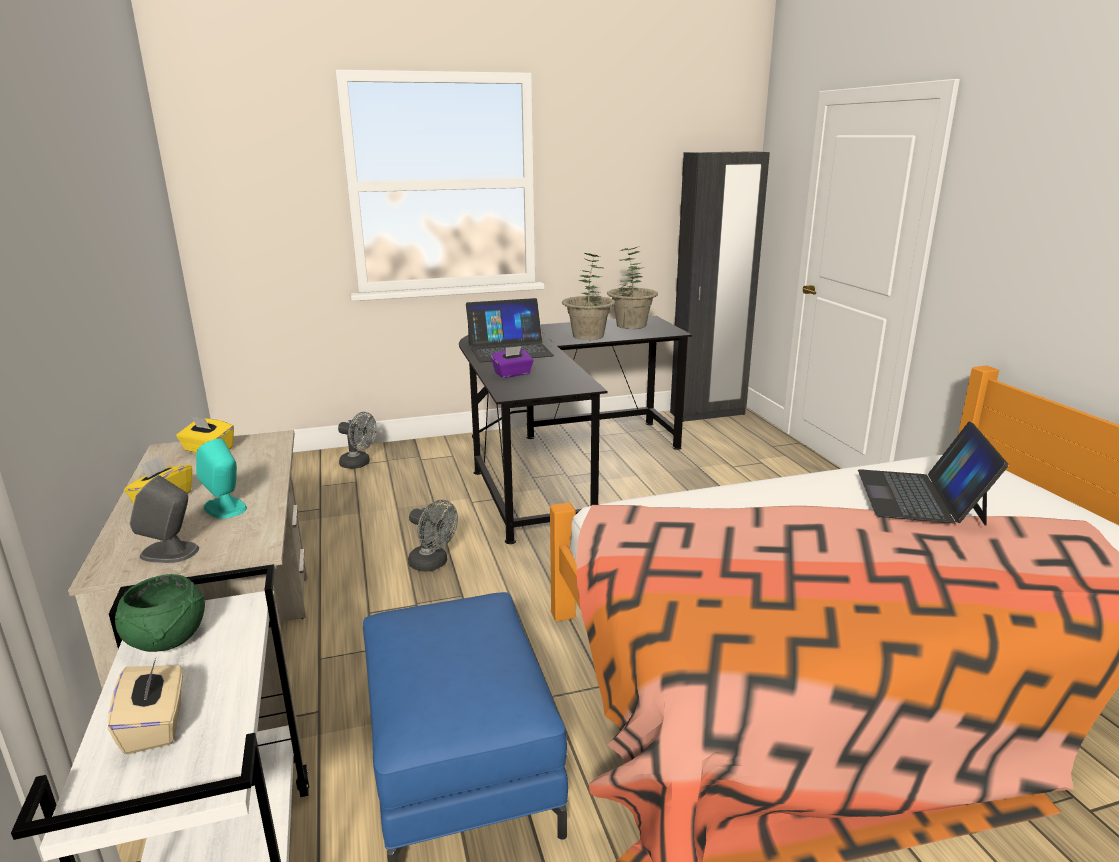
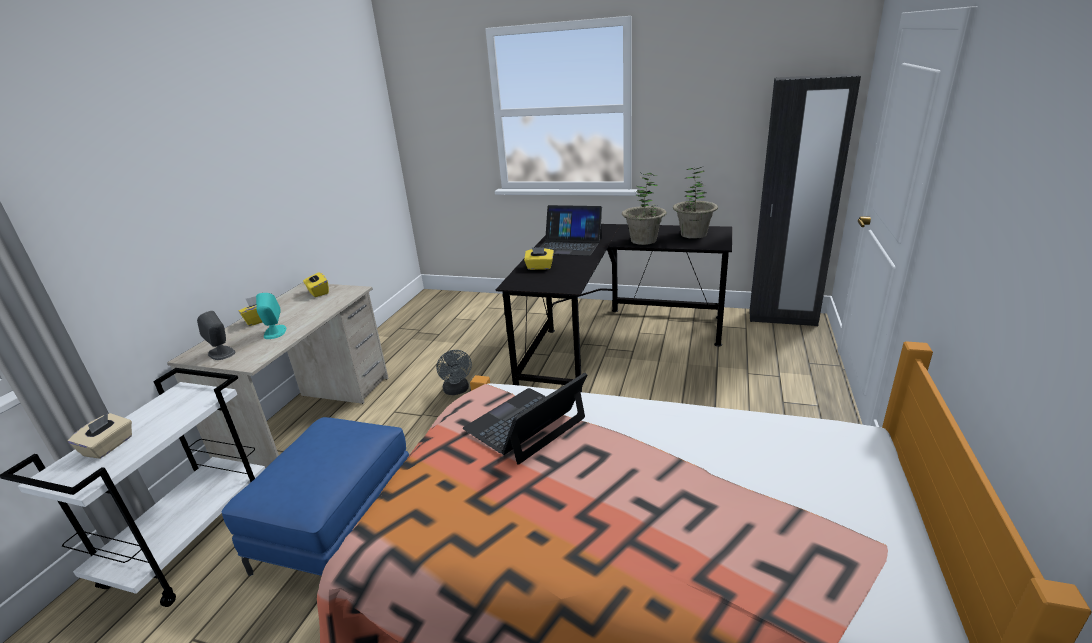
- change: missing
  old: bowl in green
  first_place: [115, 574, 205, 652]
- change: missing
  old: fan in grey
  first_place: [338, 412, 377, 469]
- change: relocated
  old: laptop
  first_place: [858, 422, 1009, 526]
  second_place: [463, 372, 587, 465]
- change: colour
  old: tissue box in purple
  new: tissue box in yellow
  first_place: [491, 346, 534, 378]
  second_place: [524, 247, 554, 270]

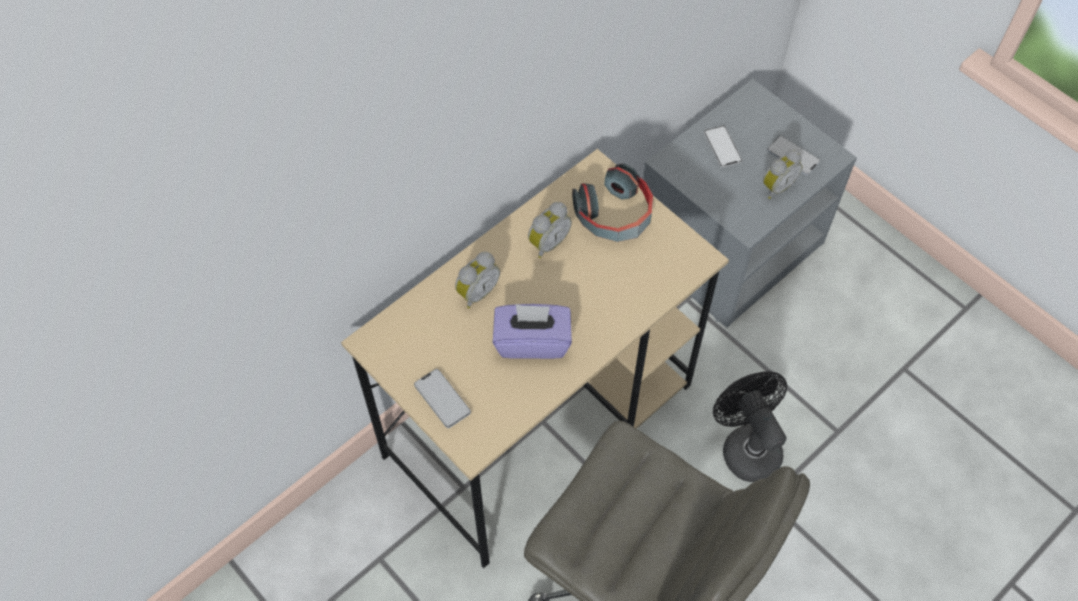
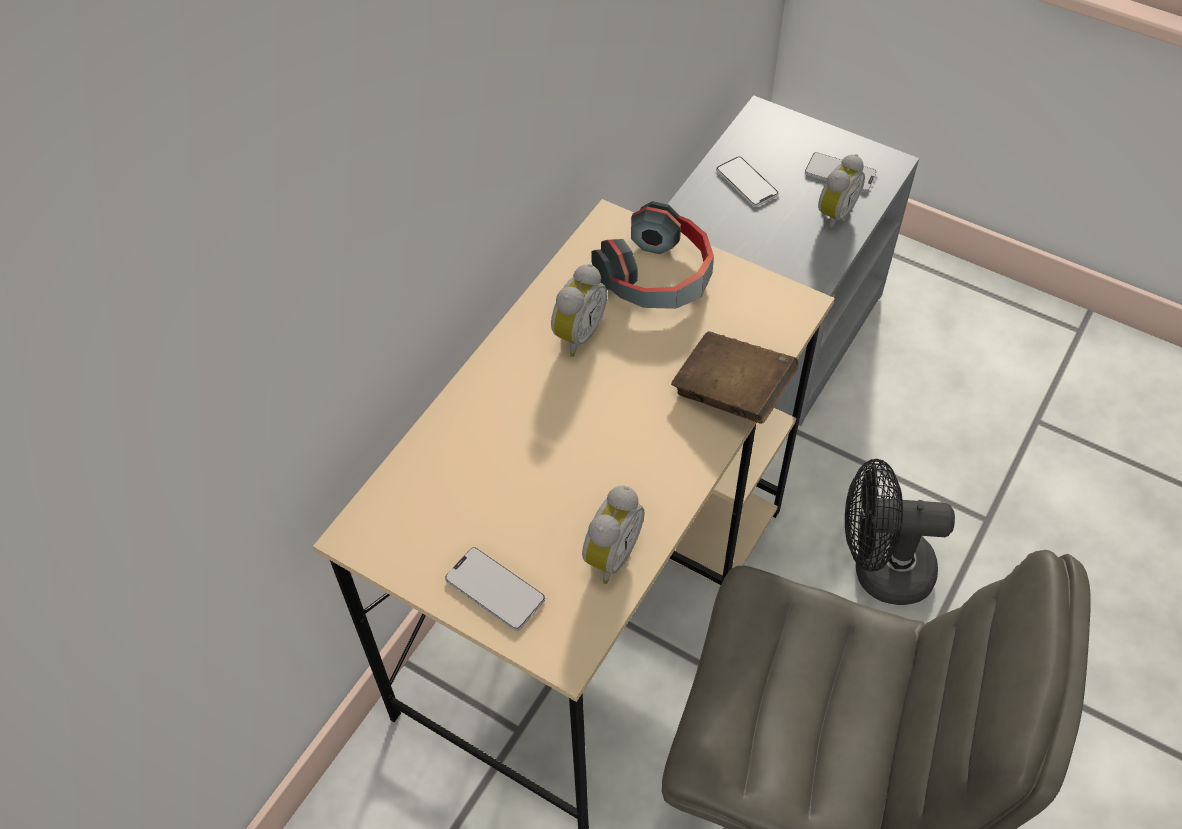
- change: missing
  old: tissue box in purple
  first_place: [493, 304, 572, 359]
- change: appeared
  new: book in brown
  second_place: [671, 331, 799, 424]
- change: relocated
  old: alarm clock
  first_place: [455, 252, 500, 308]
  second_place: [582, 485, 645, 584]
- change: spun
  old: fan in black
  first_place: [713, 371, 787, 482]
  second_place: [845, 459, 955, 605]
  degrees: -45

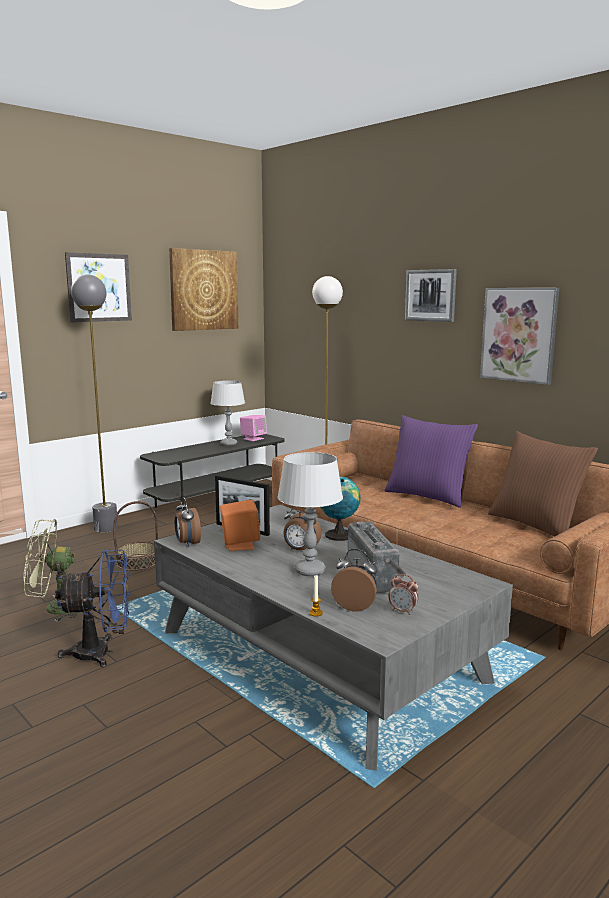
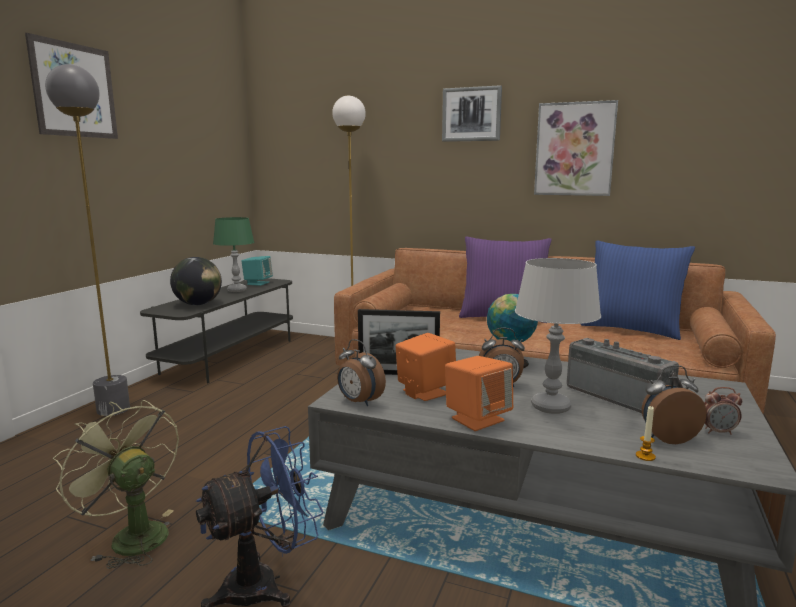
- change: missing
  old: basket
  first_place: [113, 501, 158, 571]
- change: missing
  old: picture
  first_place: [169, 248, 238, 331]
- change: appeared
  new: globe
  second_place: [170, 257, 222, 305]
- change: appeared
  new: speaker in orange
  second_place: [445, 356, 513, 431]
- change: colour
  old: table lamp in grey
  new: table lamp in green
  first_place: [210, 380, 245, 446]
  second_place: [213, 217, 254, 292]
- change: colour
  old: speaker in pink
  new: speaker in turquoise
  first_place: [240, 415, 267, 441]
  second_place: [241, 256, 273, 286]
- change: colour
  old: pillow in brown
  new: pillow in blue
  first_place: [488, 431, 598, 537]
  second_place: [580, 241, 695, 340]
- change: spun
  old: fan in green
  first_place: [24, 519, 81, 621]
  second_place: [53, 400, 179, 569]
  degrees: 75

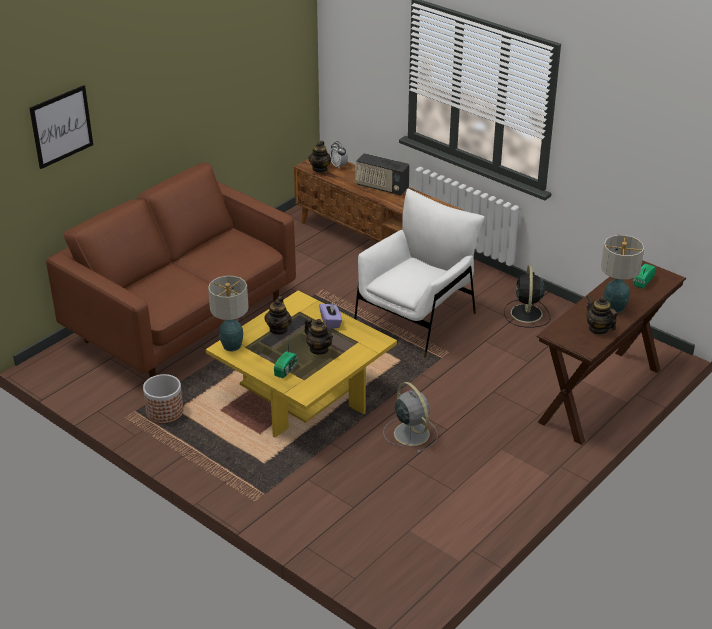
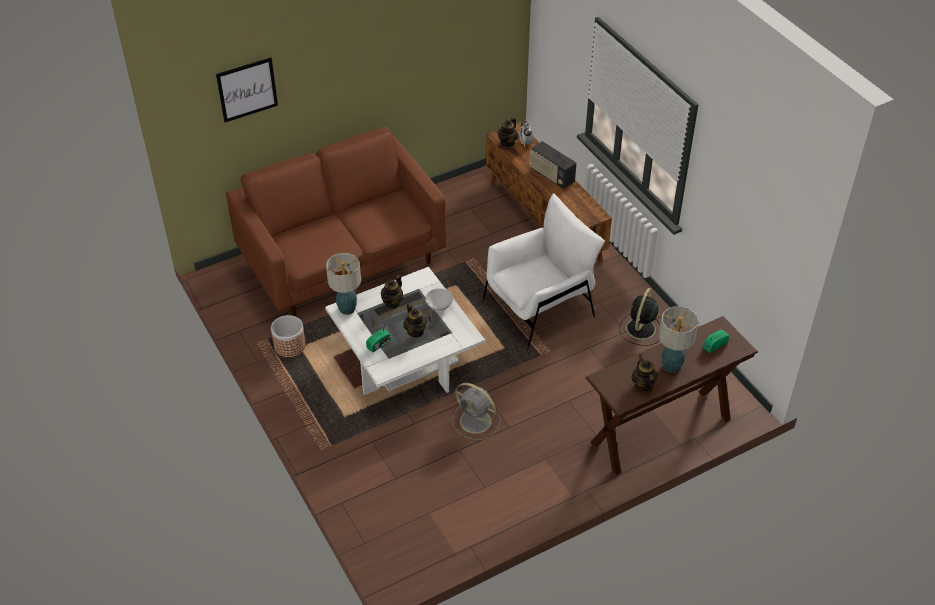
- change: exchanged
  old: tissue box in purple
  new: bowl in white
  first_place: [319, 301, 342, 329]
  second_place: [425, 288, 453, 311]
- change: colour
  old: coffee table in yellow
  new: coffee table in white
  first_place: [206, 291, 397, 438]
  second_place: [325, 267, 485, 395]
- change: spun
  old: fan in grey
  first_place: [383, 382, 438, 453]
  second_place: [452, 383, 500, 440]
  degrees: 135

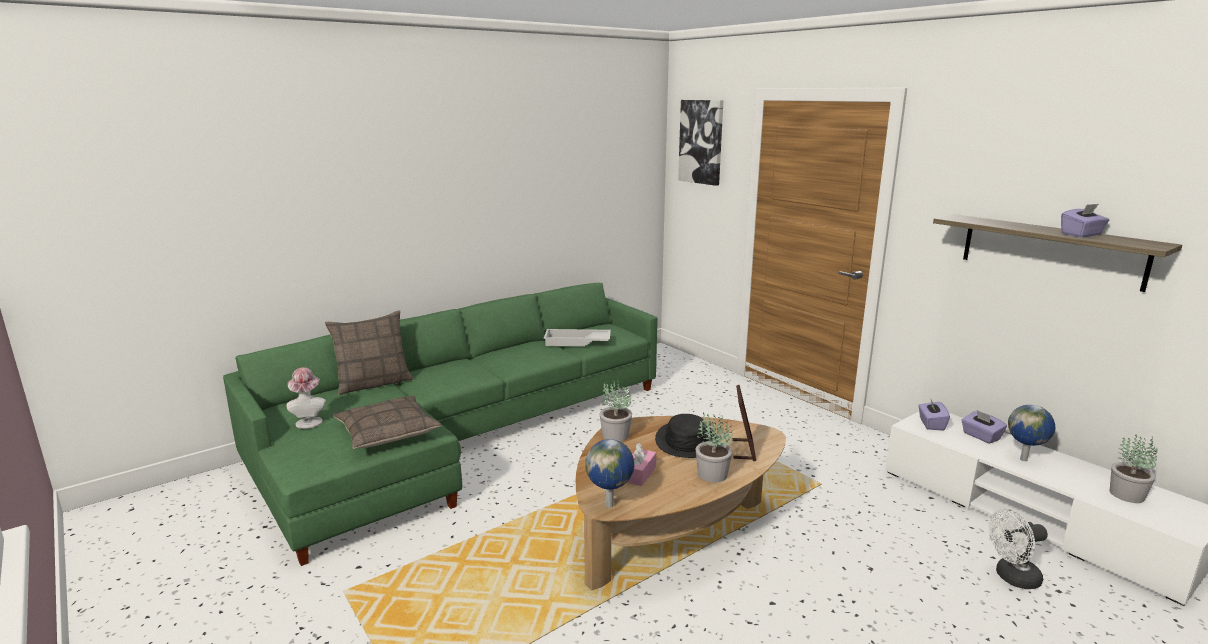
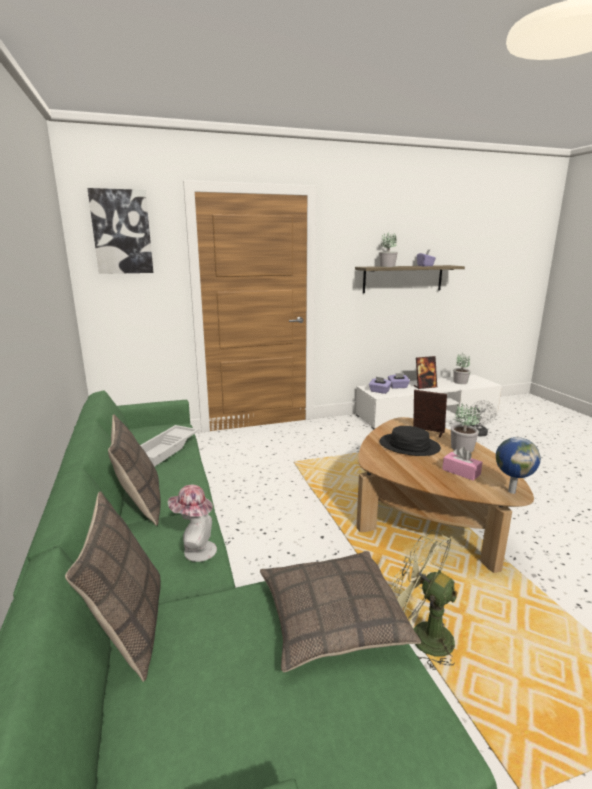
- change: appeared
  new: pillow
  second_place: [108, 414, 161, 526]
- change: appeared
  new: fan in green
  second_place: [392, 530, 457, 670]
- change: relocated
  old: hat
  first_place: [286, 367, 326, 429]
  second_place: [168, 485, 217, 562]
- change: relocated
  old: potted plant
  first_place: [600, 381, 632, 442]
  second_place: [379, 233, 398, 267]
- change: exchanged
  old: globe
  new: picture frame
  first_place: [1008, 405, 1055, 461]
  second_place: [414, 356, 437, 389]

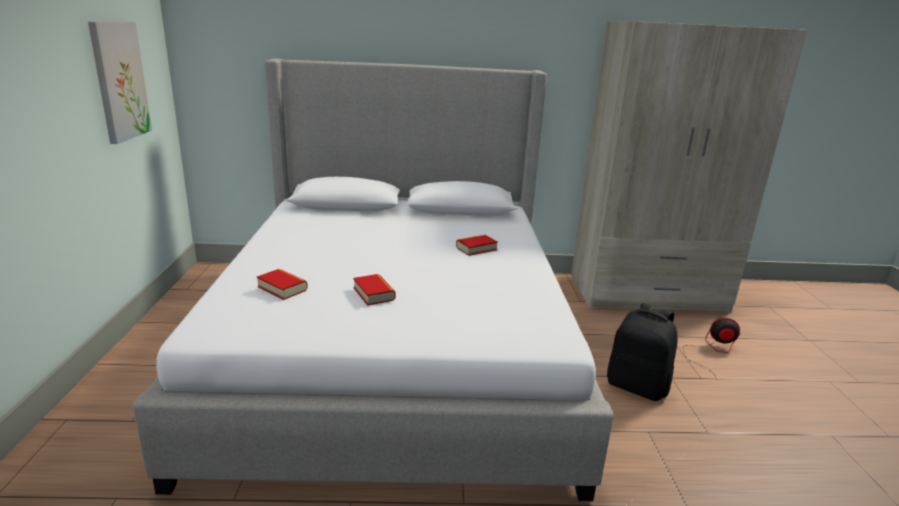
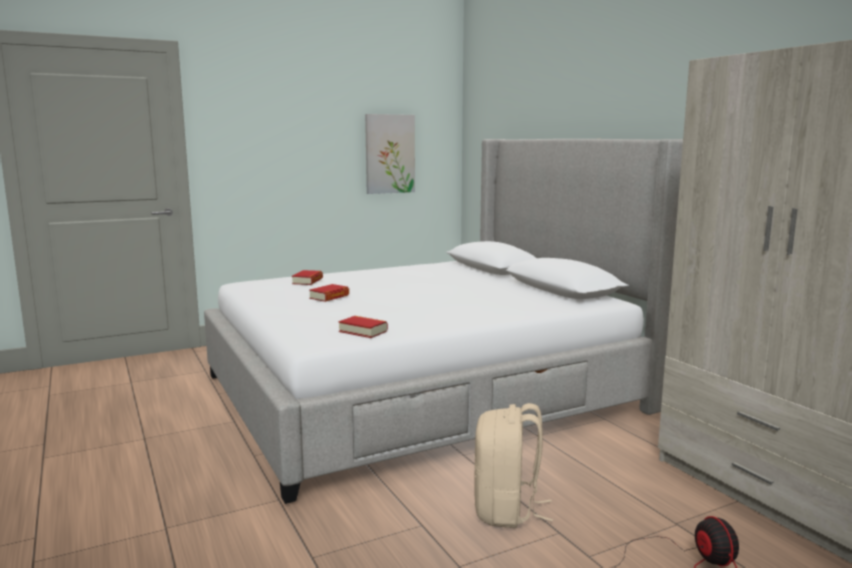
- change: relocated
  old: book
  first_place: [456, 235, 498, 256]
  second_place: [339, 316, 388, 338]
- change: colour
  old: backpack in black
  new: backpack in beige
  first_place: [607, 303, 678, 401]
  second_place: [474, 403, 553, 528]

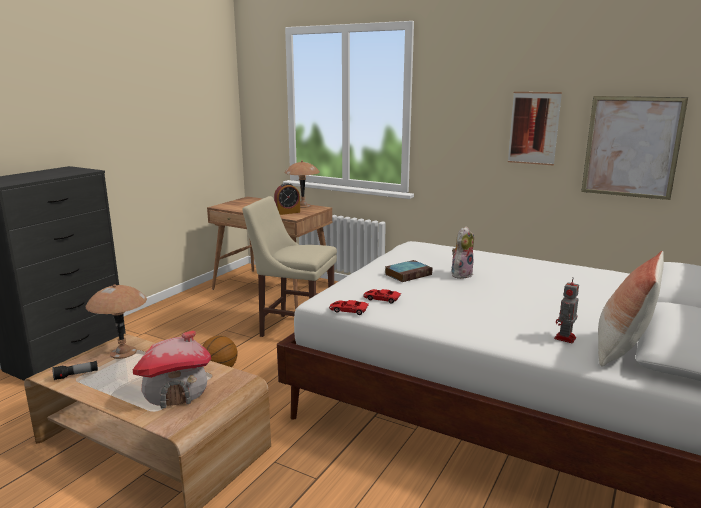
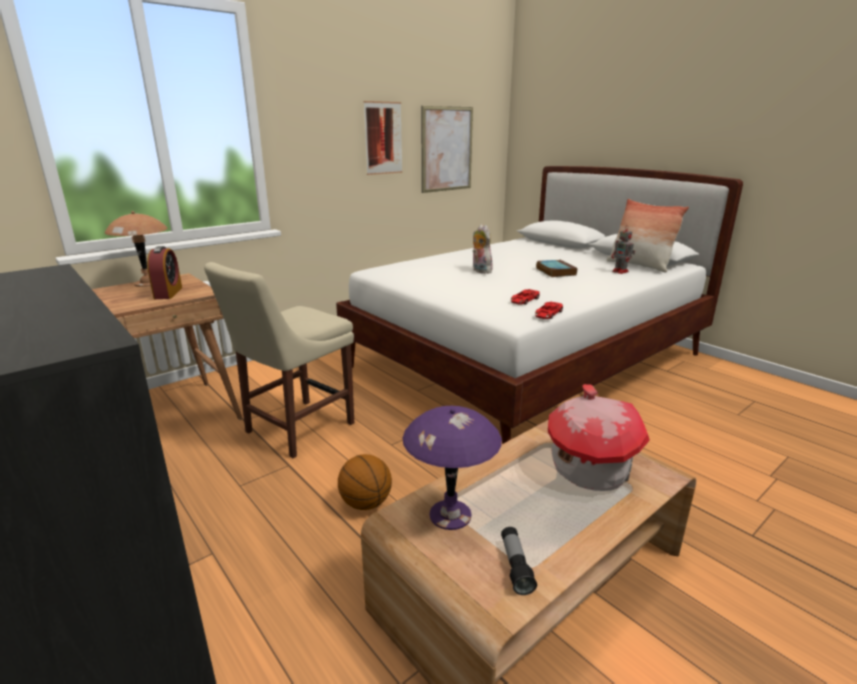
- change: relocated
  old: book
  first_place: [385, 260, 432, 282]
  second_place: [536, 260, 577, 277]
- change: colour
  old: table lamp in brown
  new: table lamp in purple
  first_place: [86, 284, 147, 359]
  second_place: [403, 406, 502, 530]

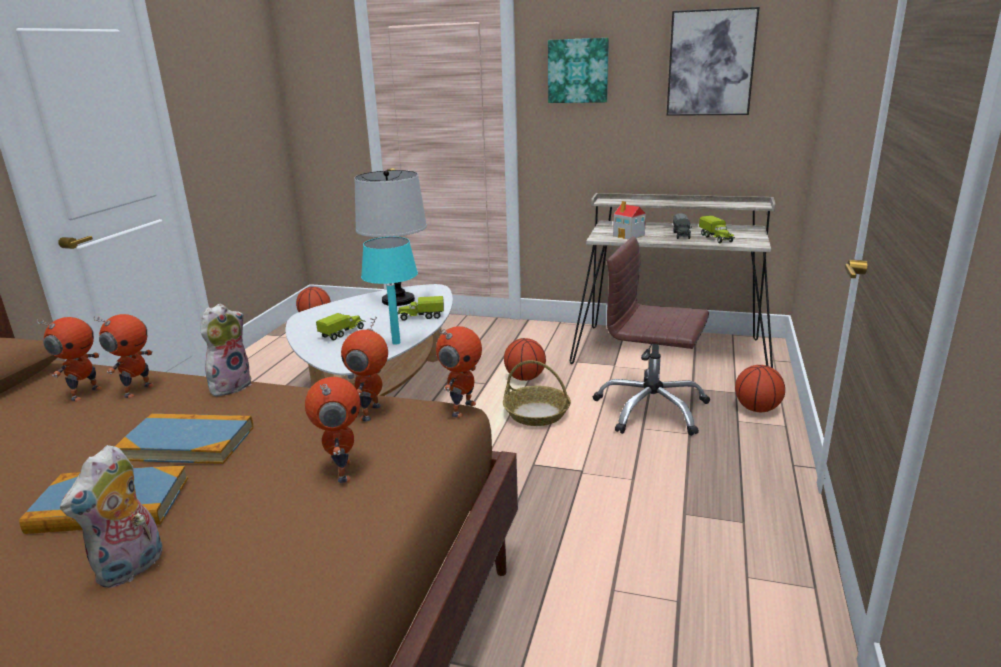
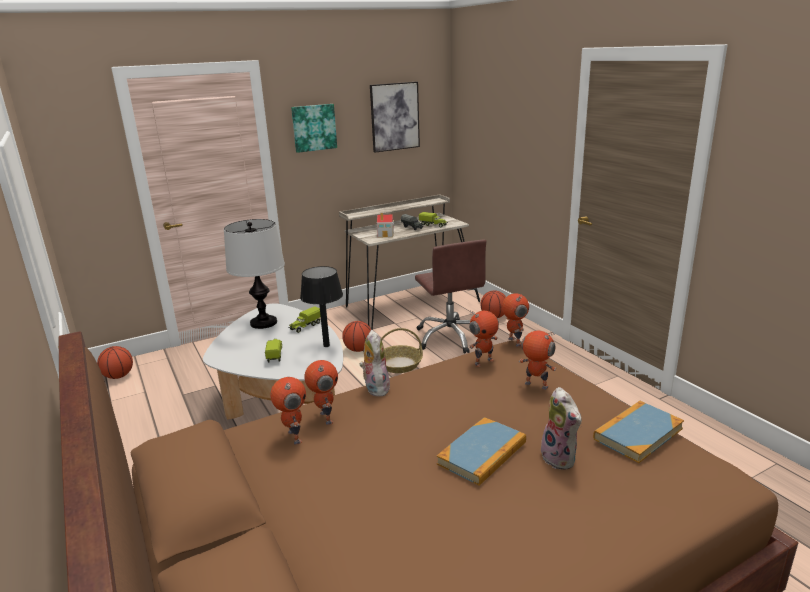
- change: relocated
  old: book
  first_place: [114, 414, 253, 464]
  second_place: [593, 401, 684, 463]
- change: colour
  old: table lamp in turquoise
  new: table lamp in black
  first_place: [361, 237, 418, 345]
  second_place: [300, 266, 343, 347]
- change: spun
  old: toy robot
  first_place: [341, 316, 388, 422]
  second_place: [469, 310, 499, 367]
  degrees: -90
- change: spun
  old: office chair in brown
  first_place: [593, 236, 710, 436]
  second_place: [415, 240, 486, 354]
  degrees: -90

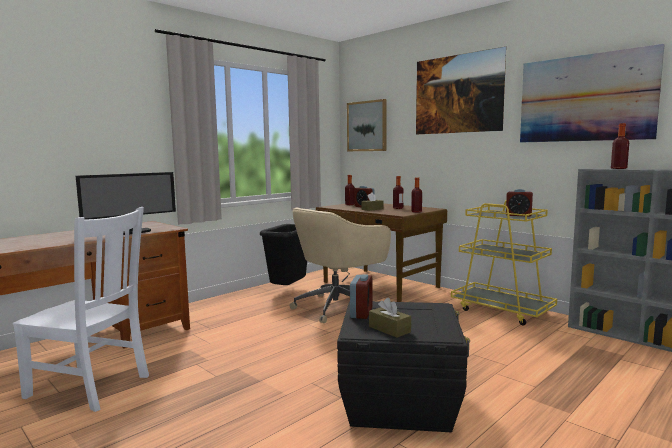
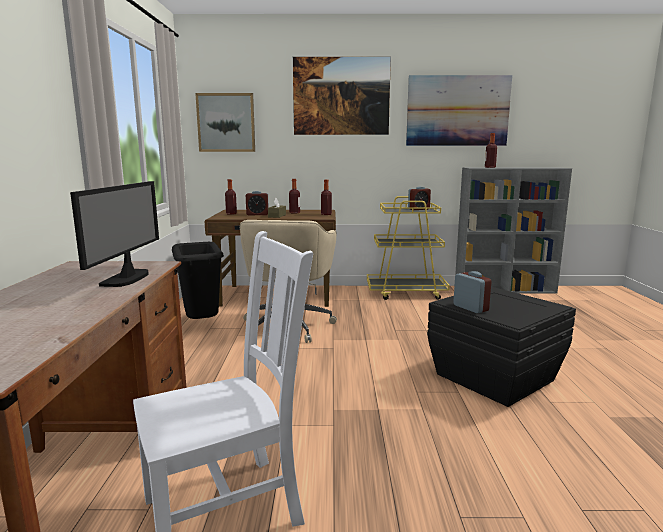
- change: missing
  old: tissue box in brown
  first_place: [369, 298, 411, 338]

